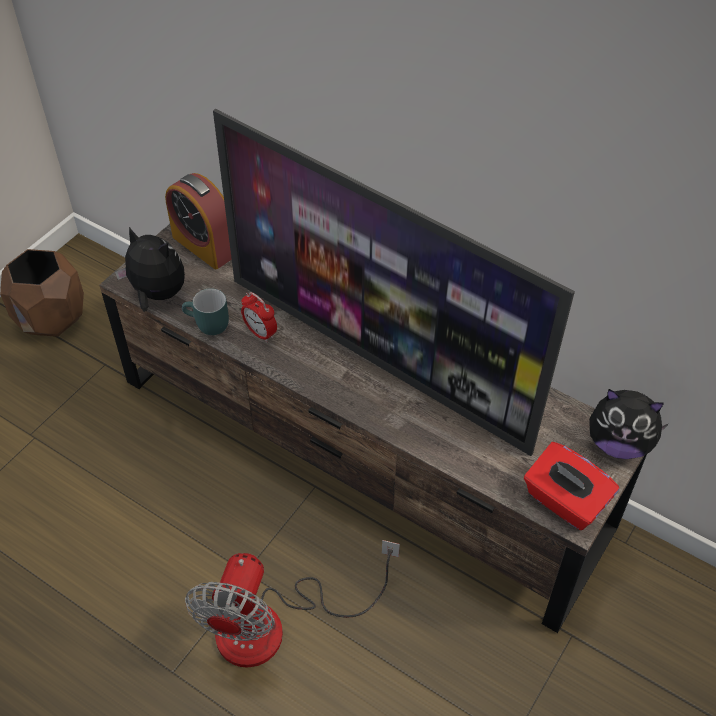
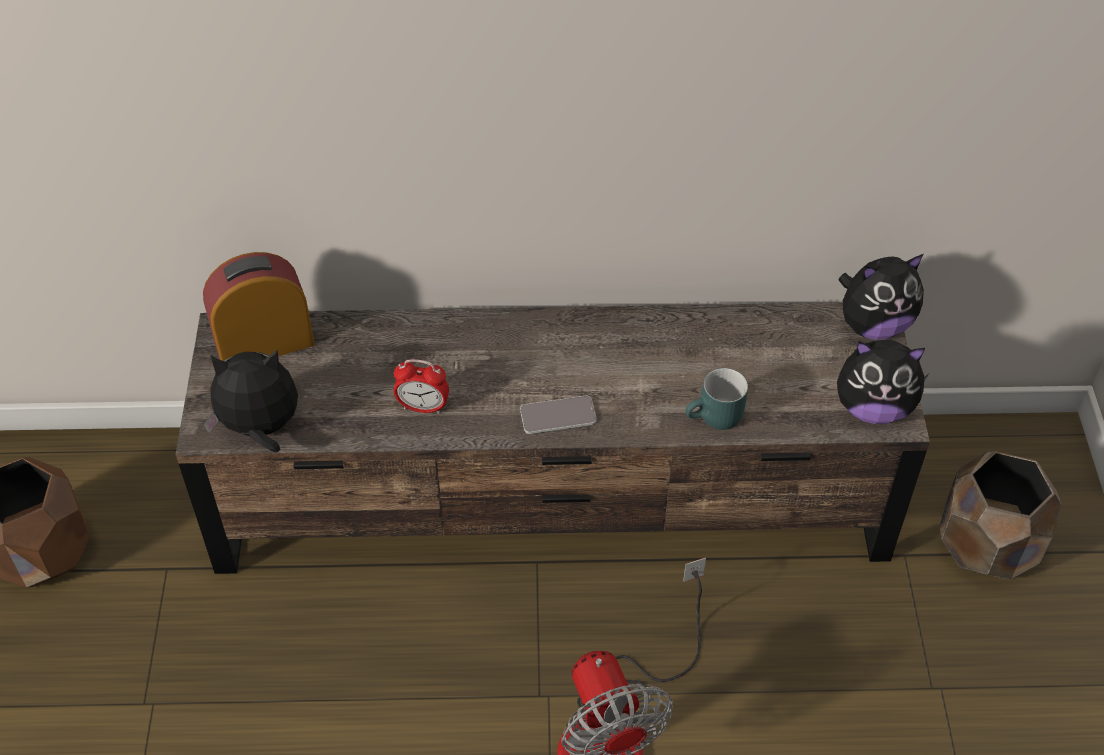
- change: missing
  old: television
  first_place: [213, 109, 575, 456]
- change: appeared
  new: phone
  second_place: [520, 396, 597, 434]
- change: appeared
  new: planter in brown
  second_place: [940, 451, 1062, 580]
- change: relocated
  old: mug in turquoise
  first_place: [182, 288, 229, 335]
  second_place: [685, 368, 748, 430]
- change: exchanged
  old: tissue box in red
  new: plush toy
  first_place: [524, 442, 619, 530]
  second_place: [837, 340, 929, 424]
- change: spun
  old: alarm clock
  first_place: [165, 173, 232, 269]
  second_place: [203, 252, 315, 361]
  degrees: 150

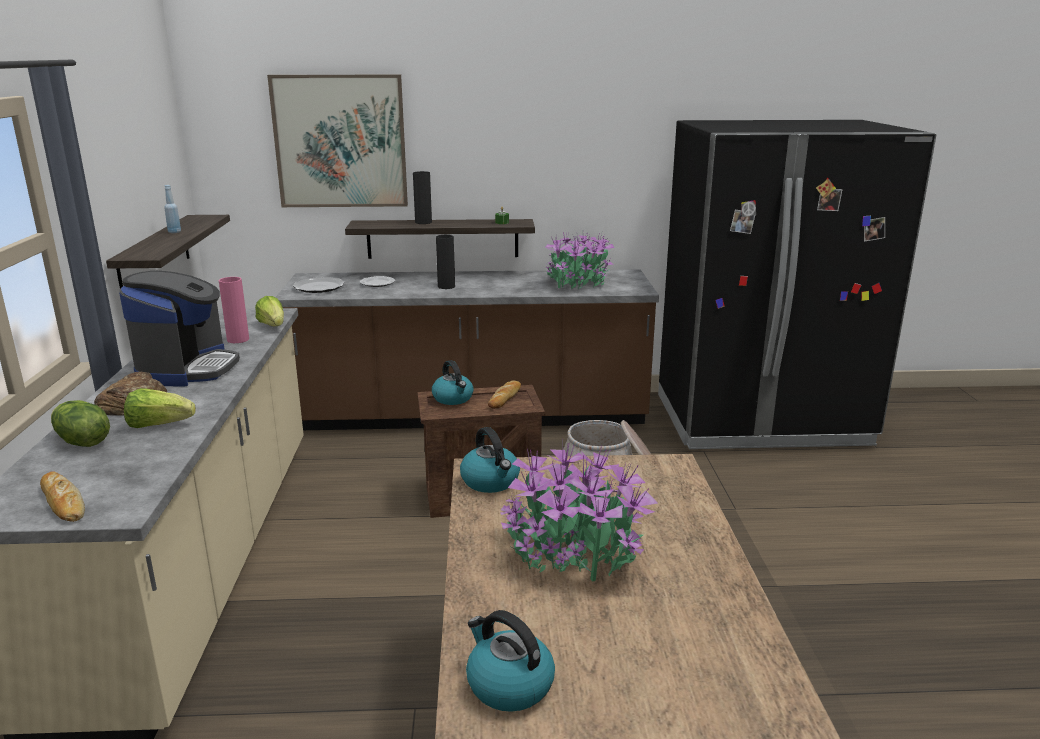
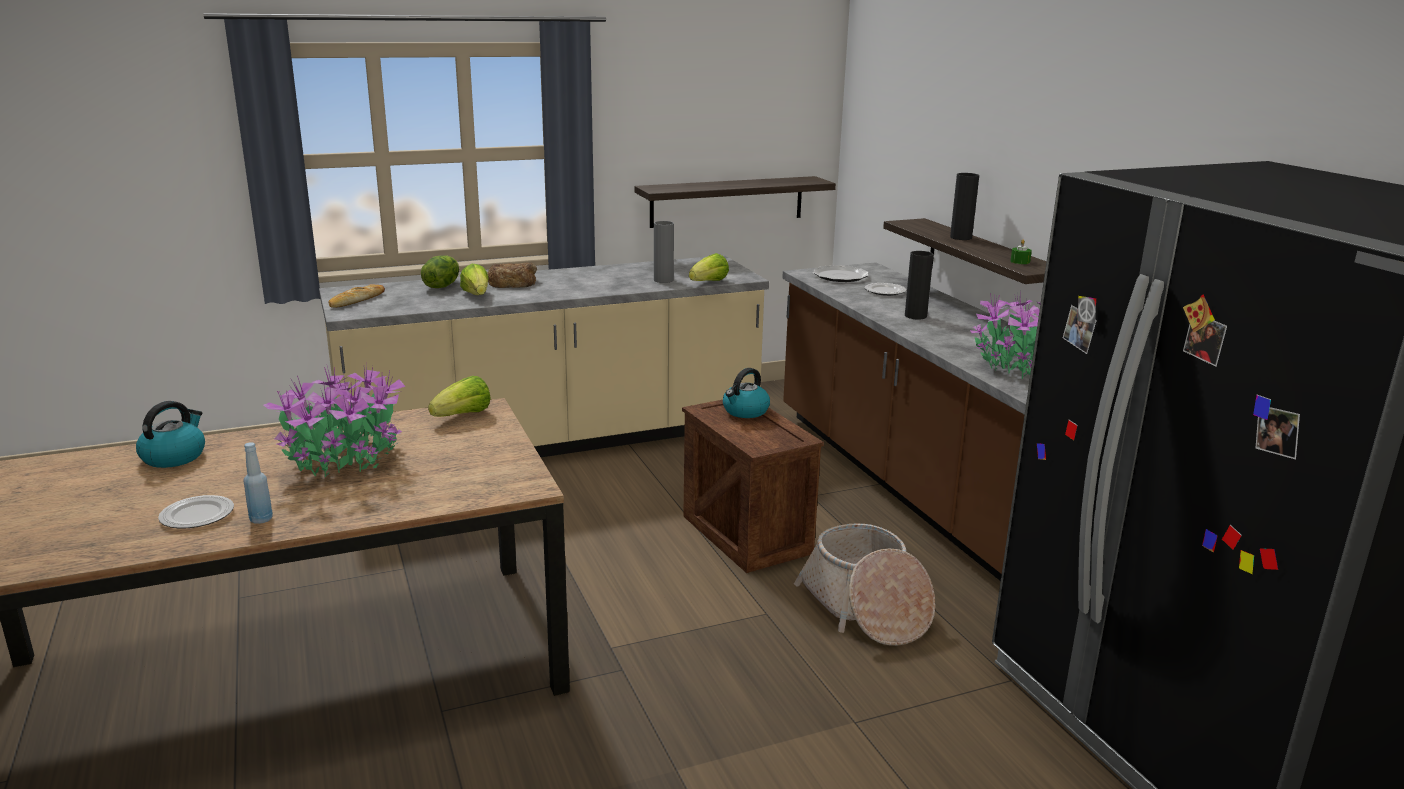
- change: missing
  old: coffee machine
  first_place: [119, 271, 240, 386]
- change: missing
  old: picture
  first_place: [267, 75, 408, 207]
- change: missing
  old: bread
  first_place: [488, 380, 521, 409]
- change: appeared
  new: plate
  second_place: [158, 495, 234, 529]
- change: relocated
  old: bottle in blue
  first_place: [164, 185, 181, 233]
  second_place: [243, 442, 273, 524]
- change: exchanged
  old: kettle
  new: lettuce
  first_place: [460, 427, 520, 493]
  second_place: [428, 376, 491, 417]
- change: colour
  old: vase in pink
  new: vase in grey
  first_place: [219, 277, 249, 343]
  second_place: [654, 221, 674, 283]

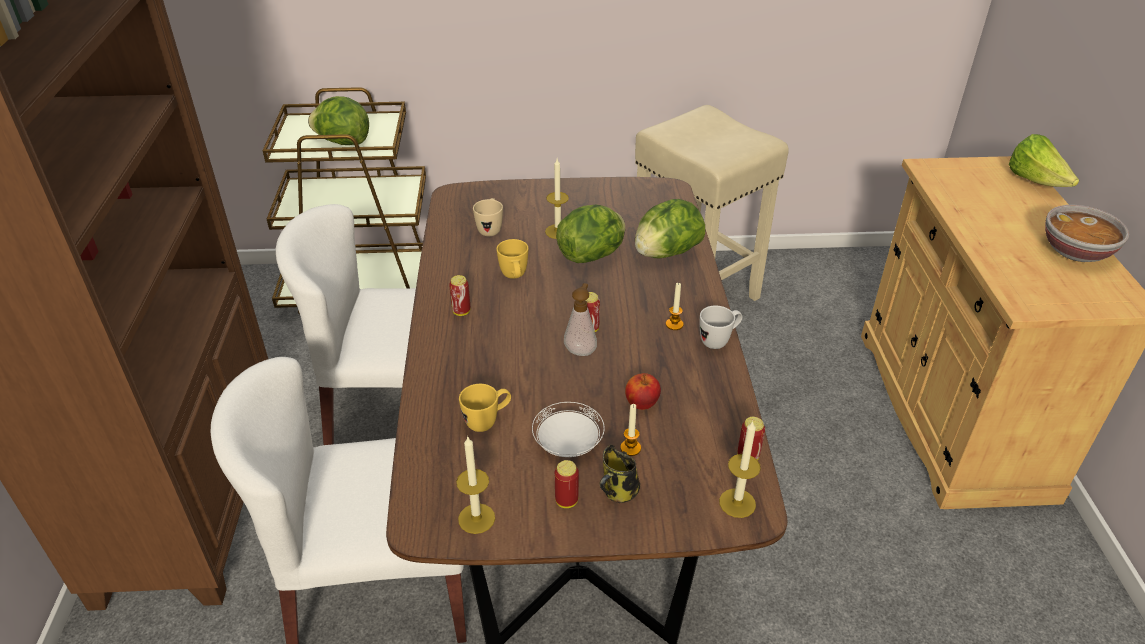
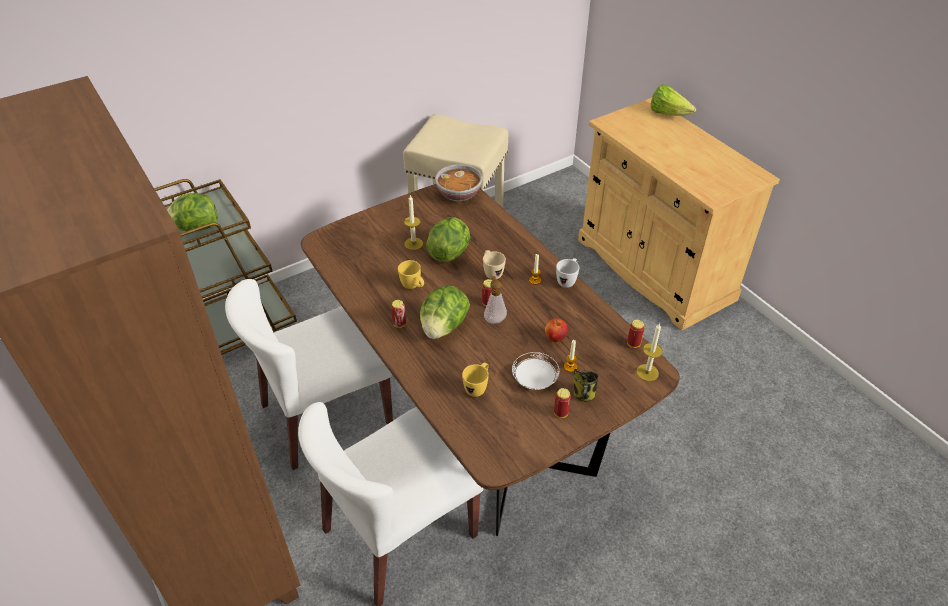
- change: missing
  old: candle
  first_place: [456, 437, 495, 534]
- change: relocated
  old: mug in beige
  first_place: [473, 198, 503, 236]
  second_place: [483, 250, 506, 279]
- change: relocated
  old: lettuce
  first_place: [635, 199, 705, 258]
  second_place: [420, 286, 470, 339]
- change: relocated
  old: bowl
  first_place: [1045, 205, 1129, 262]
  second_place: [435, 164, 482, 201]

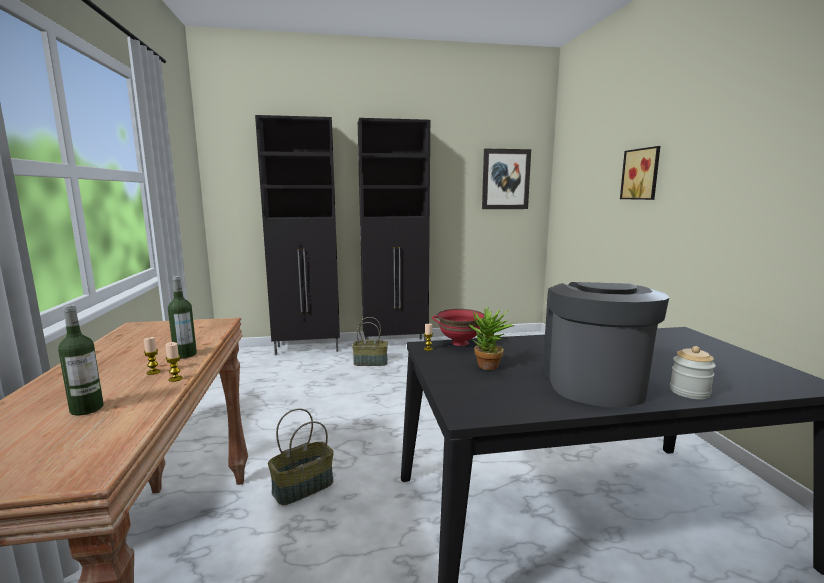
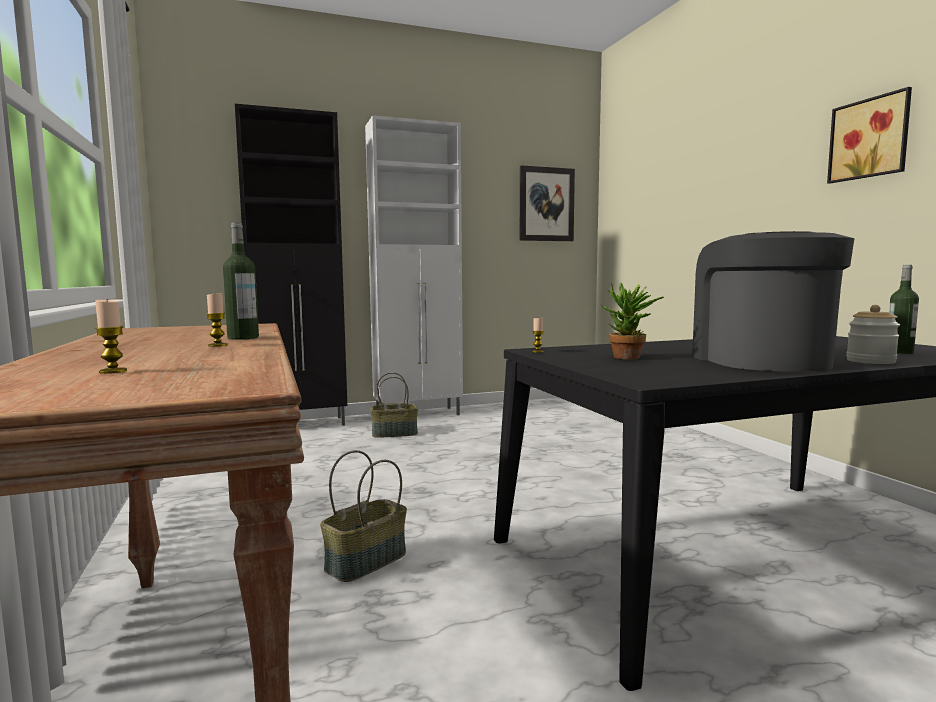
- change: missing
  old: bowl in red
  first_place: [432, 309, 485, 346]
- change: relocated
  old: bottle
  first_place: [58, 305, 104, 415]
  second_place: [889, 265, 919, 354]
- change: relocated
  old: candle
  first_place: [165, 342, 183, 382]
  second_place: [95, 300, 127, 374]
- change: relocated
  old: picture
  first_place: [620, 146, 660, 200]
  second_place: [827, 87, 912, 184]
- change: colour
  old: cabinet in black
  new: cabinet in white
  first_place: [358, 118, 430, 341]
  second_place: [365, 115, 463, 415]

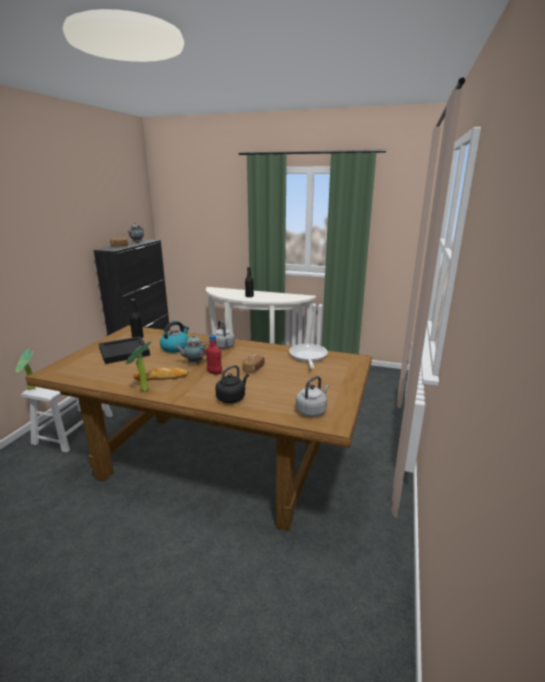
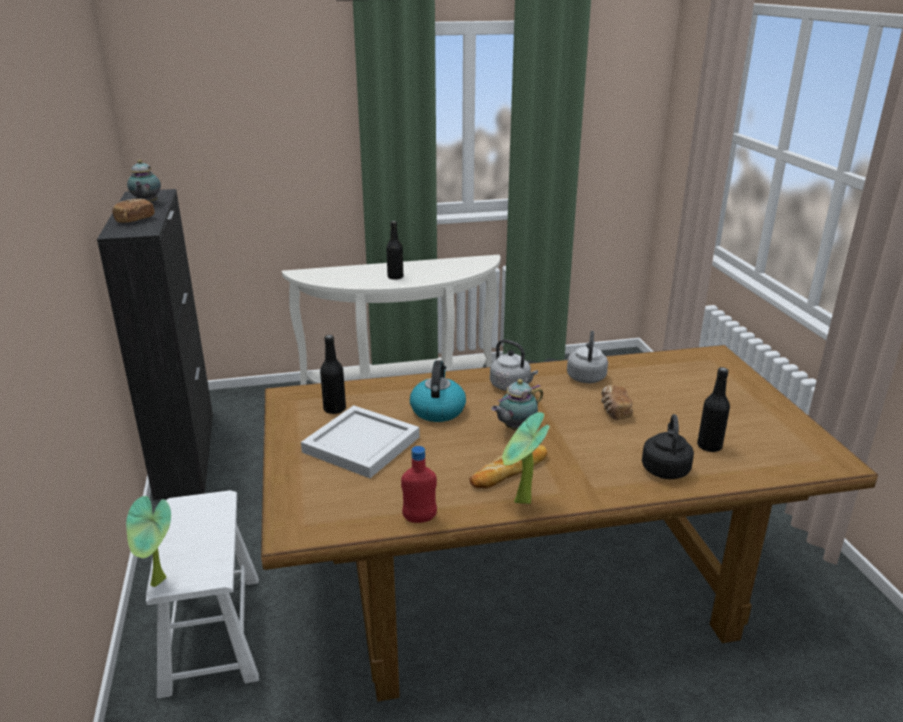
- change: missing
  old: frying pan
  first_place: [289, 344, 328, 369]
- change: appeared
  new: bottle in black
  second_place: [697, 367, 730, 452]
- change: relocated
  old: bottle in red
  first_place: [206, 335, 222, 375]
  second_place: [401, 446, 437, 523]
- change: relocated
  old: kettle in grey
  first_place: [296, 376, 329, 417]
  second_place: [567, 331, 608, 383]
- change: colour
  old: tray in black
  new: tray in white
  first_place: [99, 336, 150, 364]
  second_place: [301, 405, 420, 478]

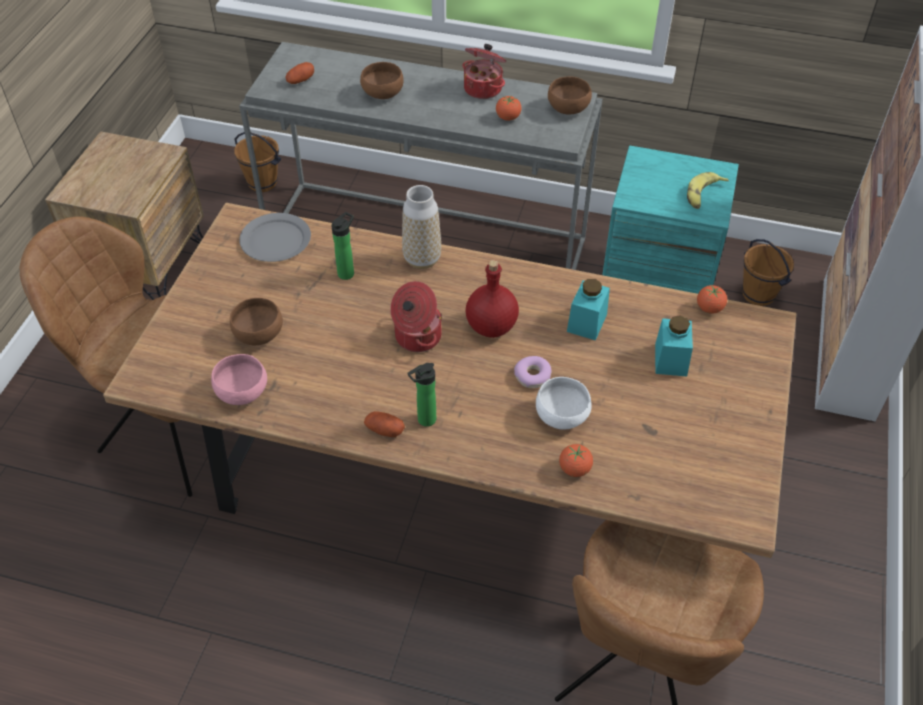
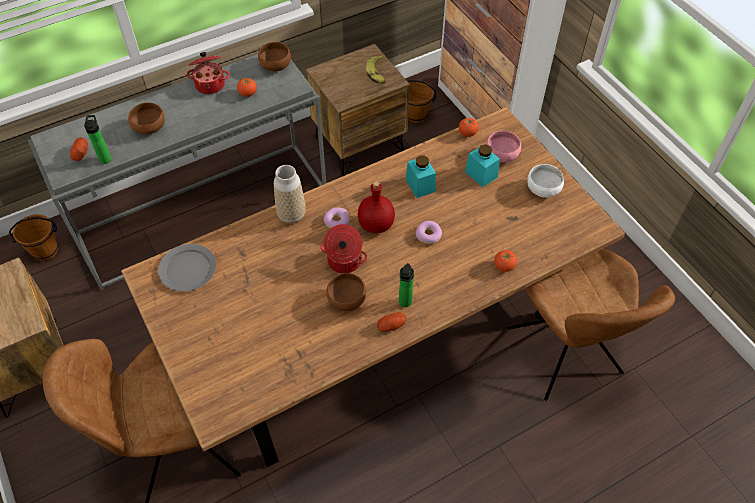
- change: appeared
  new: donut
  second_place: [324, 207, 350, 229]
- change: relocated
  old: bowl in pink
  first_place: [211, 354, 267, 405]
  second_place: [486, 131, 521, 163]
- change: relocated
  old: bowl in brown
  first_place: [230, 298, 283, 345]
  second_place: [326, 273, 366, 311]
- change: relocated
  old: bottle
  first_place: [331, 212, 354, 280]
  second_place: [84, 115, 111, 164]
- change: relocated
  old: bowl in white
  first_place: [536, 377, 591, 430]
  second_place: [527, 164, 564, 198]
- change: colour
  old: nightstand in turquoise
  new: nightstand in brown
  first_place: [602, 146, 739, 294]
  second_place: [306, 44, 410, 176]

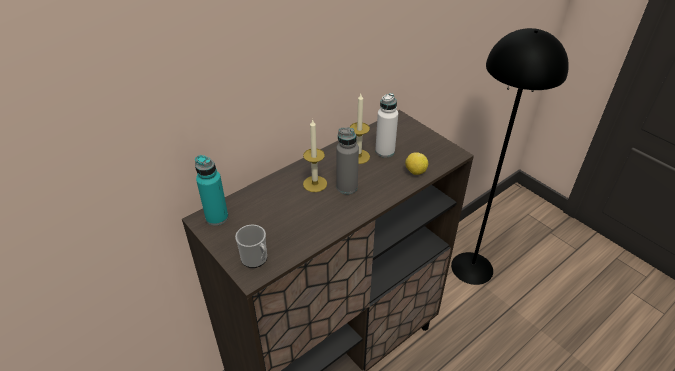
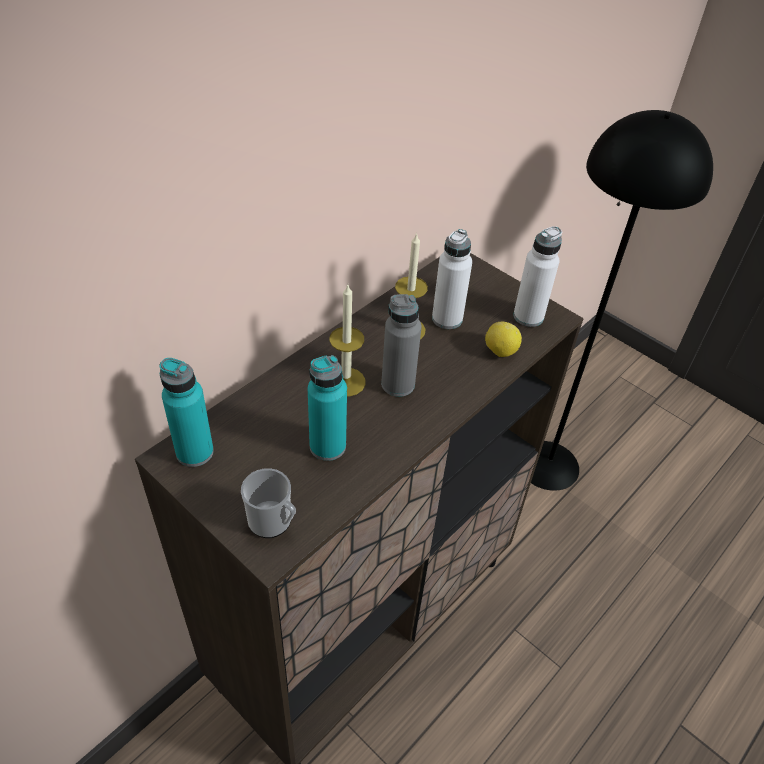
- change: appeared
  new: bottle in turquoise
  second_place: [308, 355, 347, 461]
- change: appeared
  new: bottle in white
  second_place: [513, 226, 562, 327]

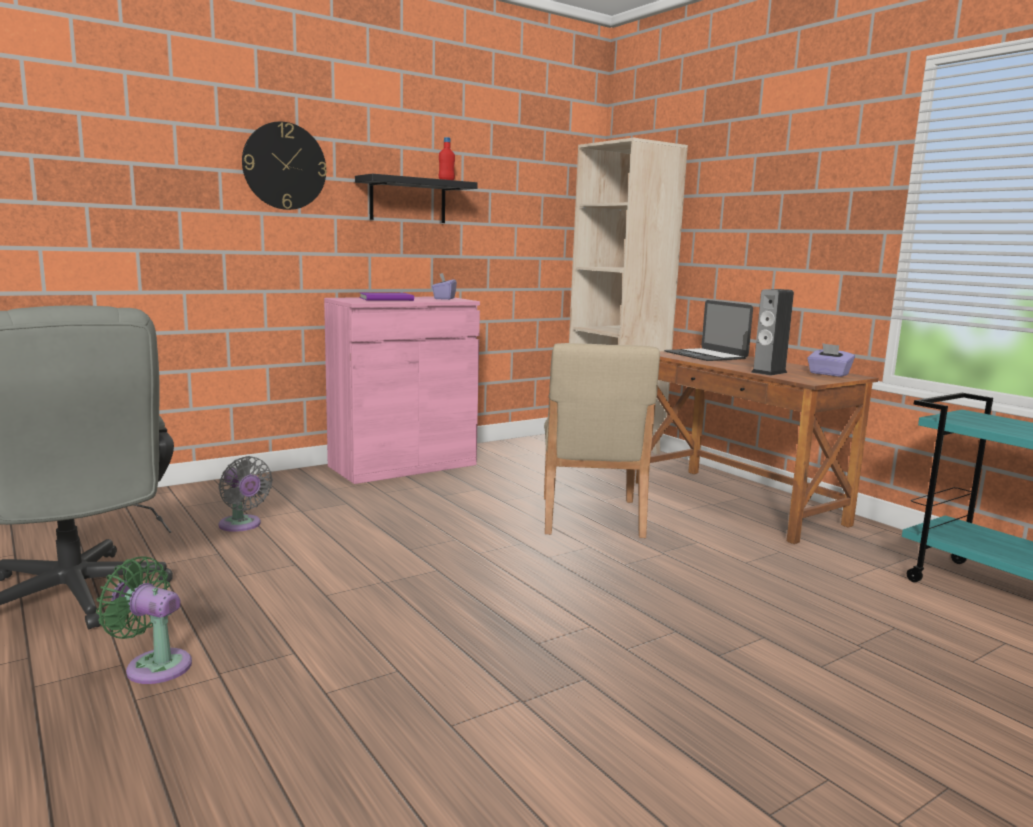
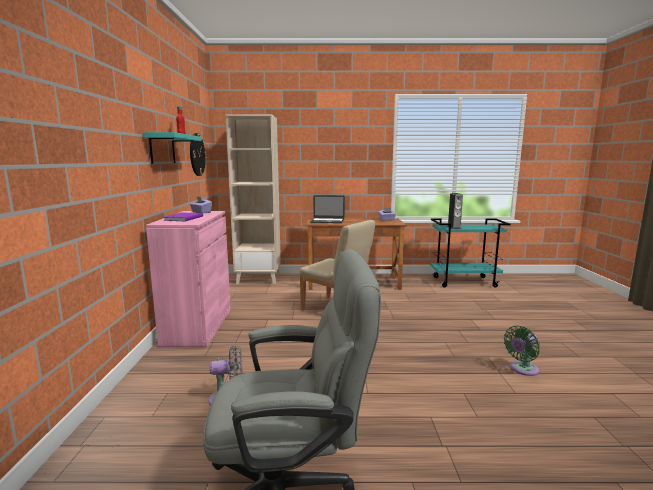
- change: relocated
  old: fan in green
  first_place: [96, 556, 192, 684]
  second_place: [504, 326, 540, 376]
- change: relocated
  old: wall clock
  first_place: [242, 122, 327, 210]
  second_place: [190, 133, 207, 176]
- change: relocated
  old: speaker
  first_place: [751, 289, 794, 376]
  second_place: [447, 193, 463, 229]
- change: colour
  old: shelf in black
  new: shelf in turquoise
  first_place: [355, 174, 478, 223]
  second_place: [143, 132, 202, 164]

